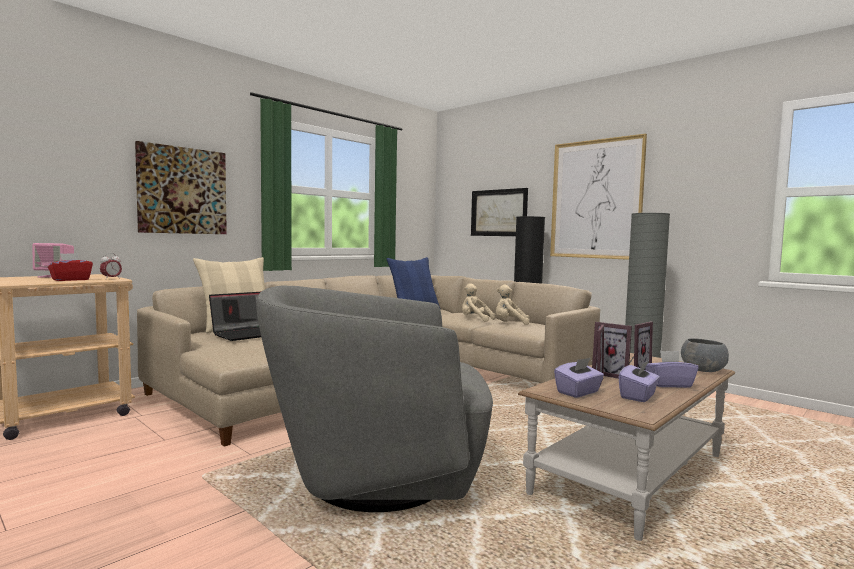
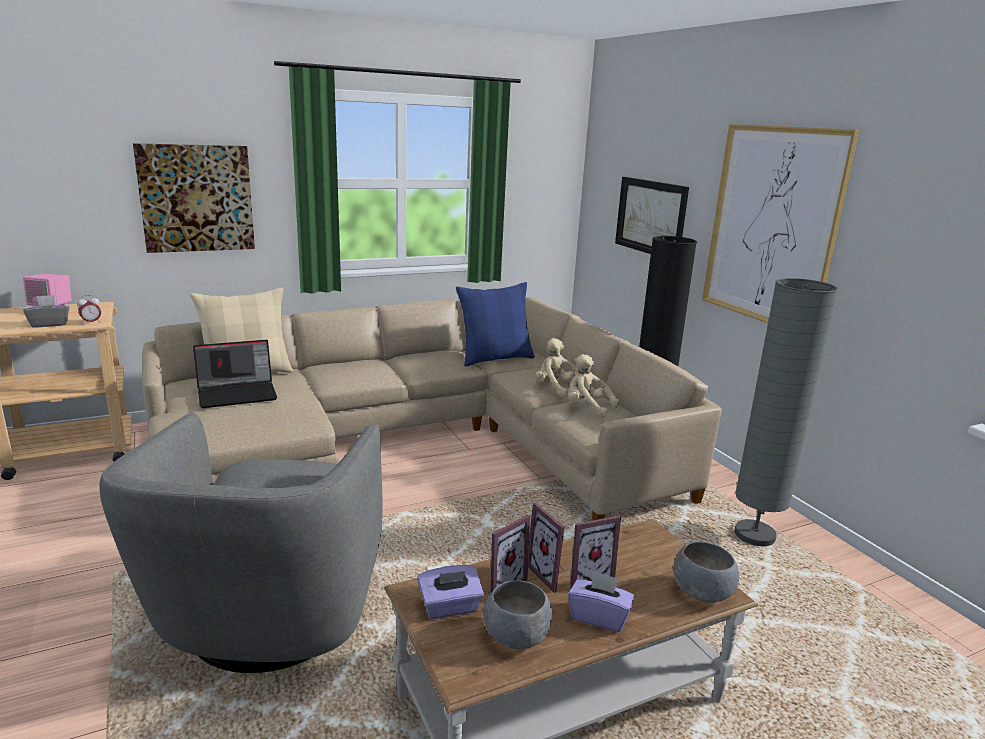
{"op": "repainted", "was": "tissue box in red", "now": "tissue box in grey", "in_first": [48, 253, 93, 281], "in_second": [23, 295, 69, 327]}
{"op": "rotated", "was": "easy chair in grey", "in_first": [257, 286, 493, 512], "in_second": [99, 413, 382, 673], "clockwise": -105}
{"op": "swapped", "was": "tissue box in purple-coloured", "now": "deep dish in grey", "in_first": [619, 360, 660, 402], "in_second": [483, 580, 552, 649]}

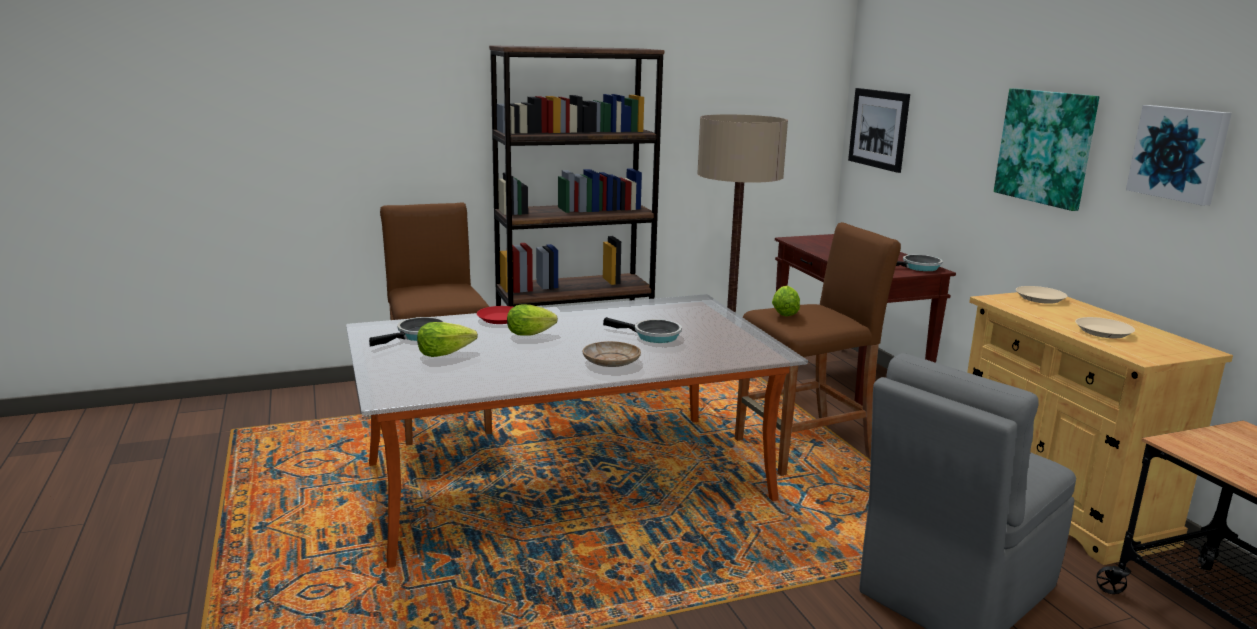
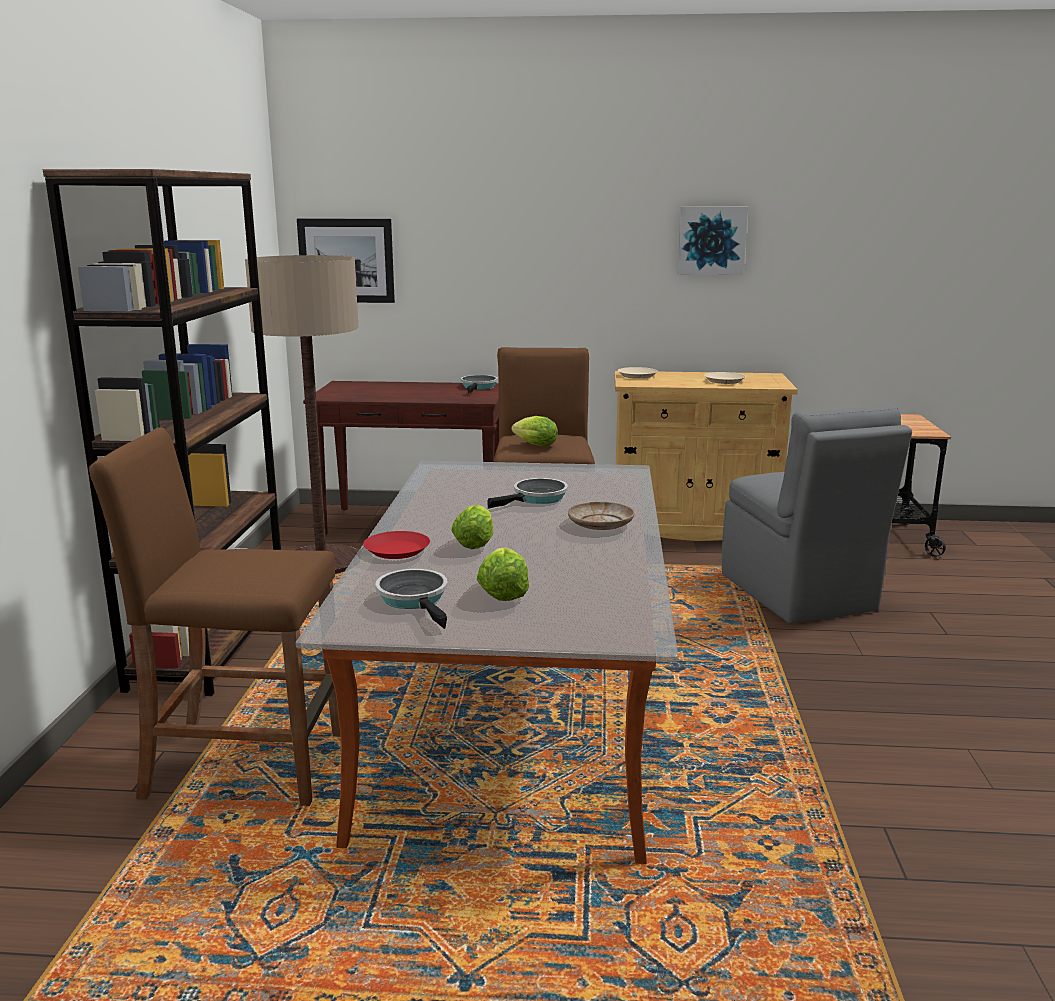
{"op": "gone", "was": "wall art", "in_first": [994, 88, 1100, 211]}

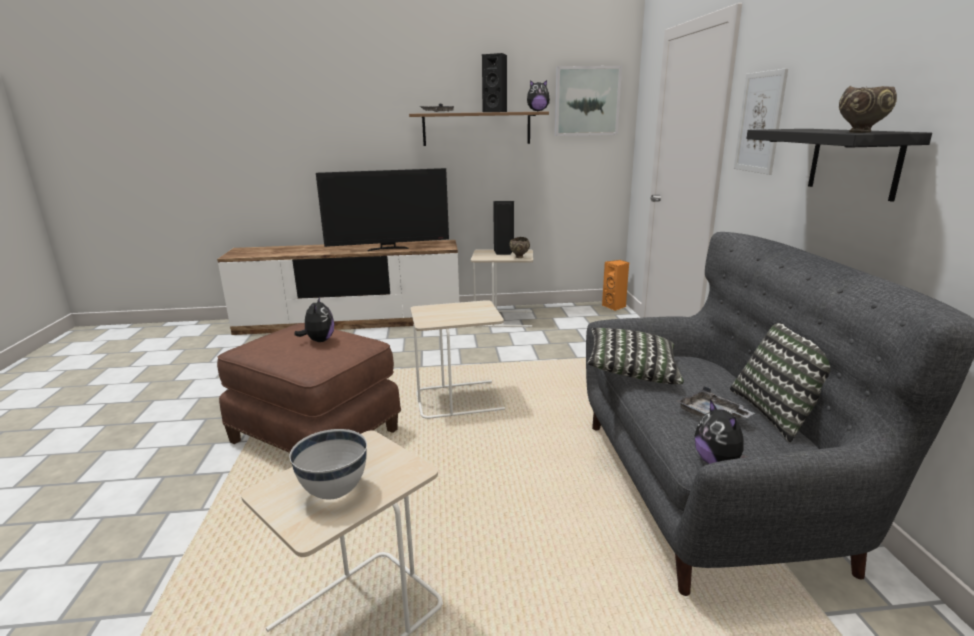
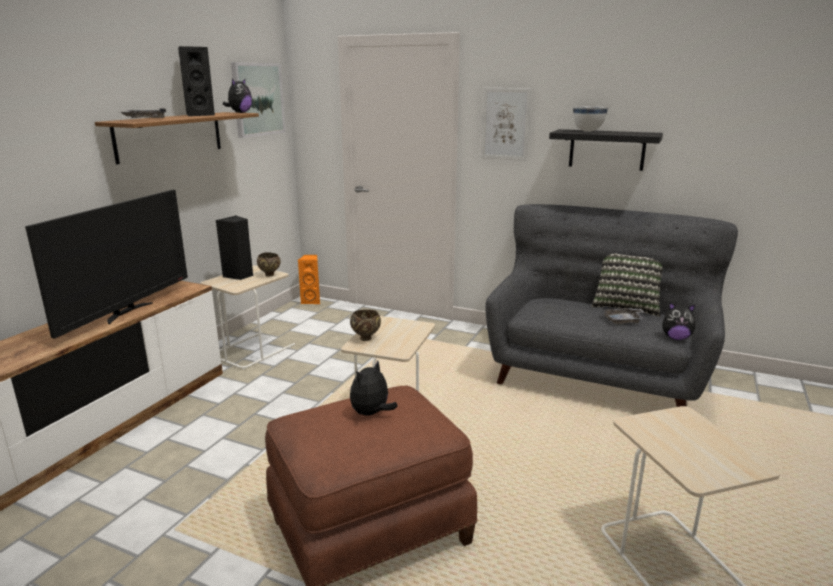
{"op": "shifted", "was": "deep dish in brown", "in_first": [839, 86, 897, 133], "in_second": [350, 310, 381, 341]}
{"op": "rotated", "was": "soft toy", "in_first": [294, 296, 334, 342], "in_second": [350, 361, 398, 416], "clockwise": -75}
{"op": "shifted", "was": "deep dish in white", "in_first": [289, 429, 367, 499], "in_second": [573, 106, 608, 132]}
{"op": "gone", "was": "pillow", "in_first": [588, 328, 684, 384]}

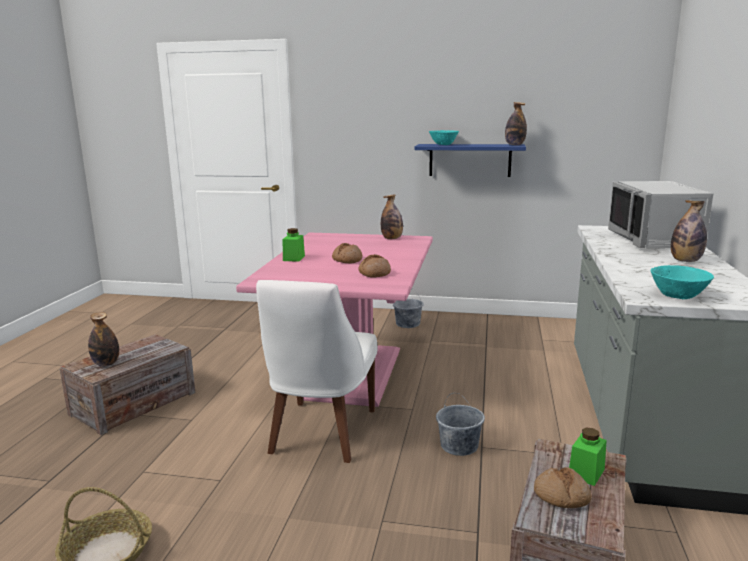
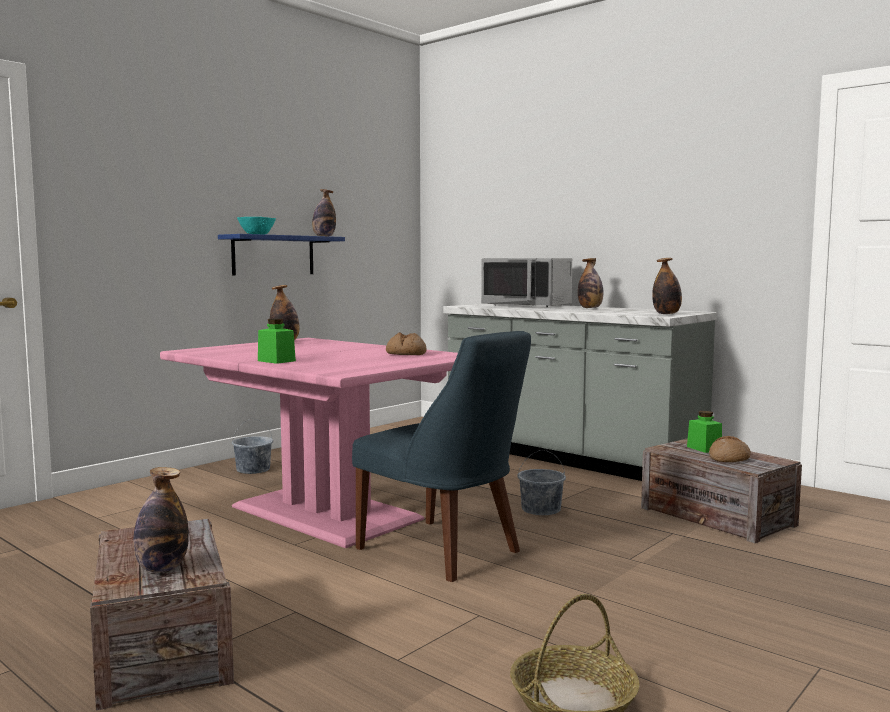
{"op": "repainted", "was": "upright chair in white", "now": "upright chair in bluish", "in_first": [256, 280, 377, 463], "in_second": [352, 331, 531, 582]}
{"op": "swapped", "was": "deep dish in blue-green", "now": "bottle", "in_first": [651, 265, 714, 299], "in_second": [652, 258, 682, 314]}
{"op": "gone", "was": "baked bread", "in_first": [332, 243, 362, 263]}

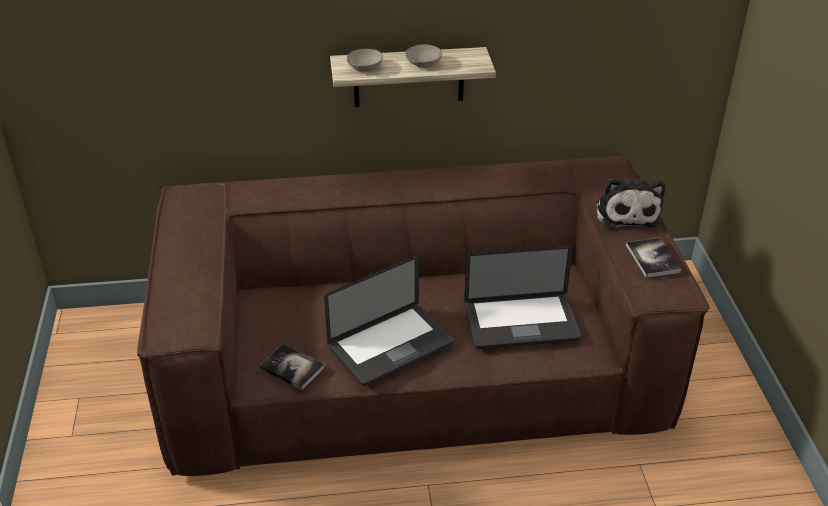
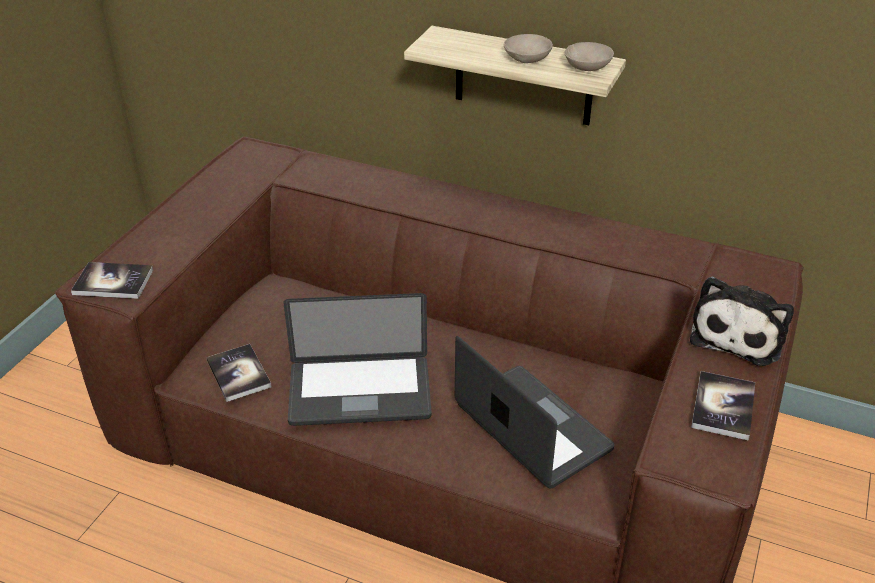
{"op": "new", "now": "book", "in_second": [71, 262, 153, 299]}
{"op": "rotated", "was": "notebook computer", "in_first": [464, 246, 581, 349], "in_second": [455, 336, 615, 489], "clockwise": -150}
{"op": "shifted", "was": "deep dish in sand-coloured", "in_first": [347, 49, 383, 72], "in_second": [564, 42, 614, 71]}

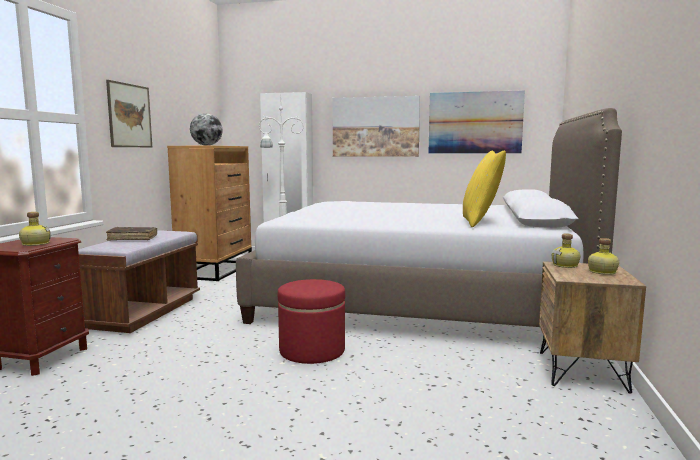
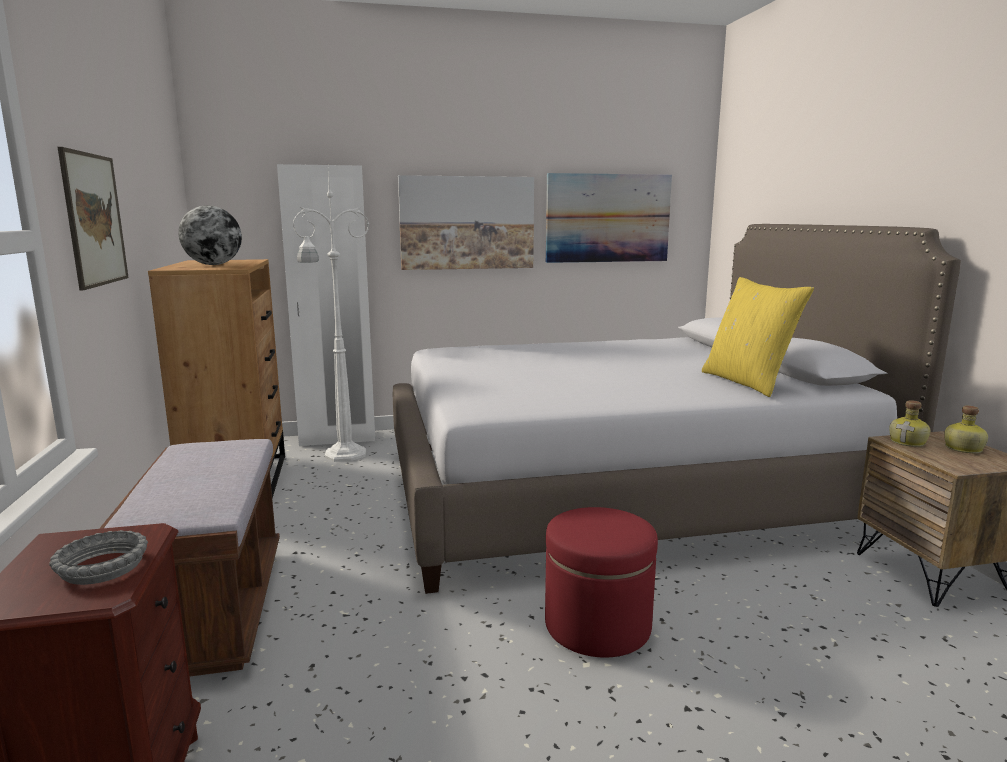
{"op": "swapped", "was": "bottle", "now": "deep dish in grey", "in_first": [19, 212, 51, 246], "in_second": [49, 530, 148, 585]}
{"op": "gone", "was": "book in brown", "in_first": [106, 227, 157, 241]}

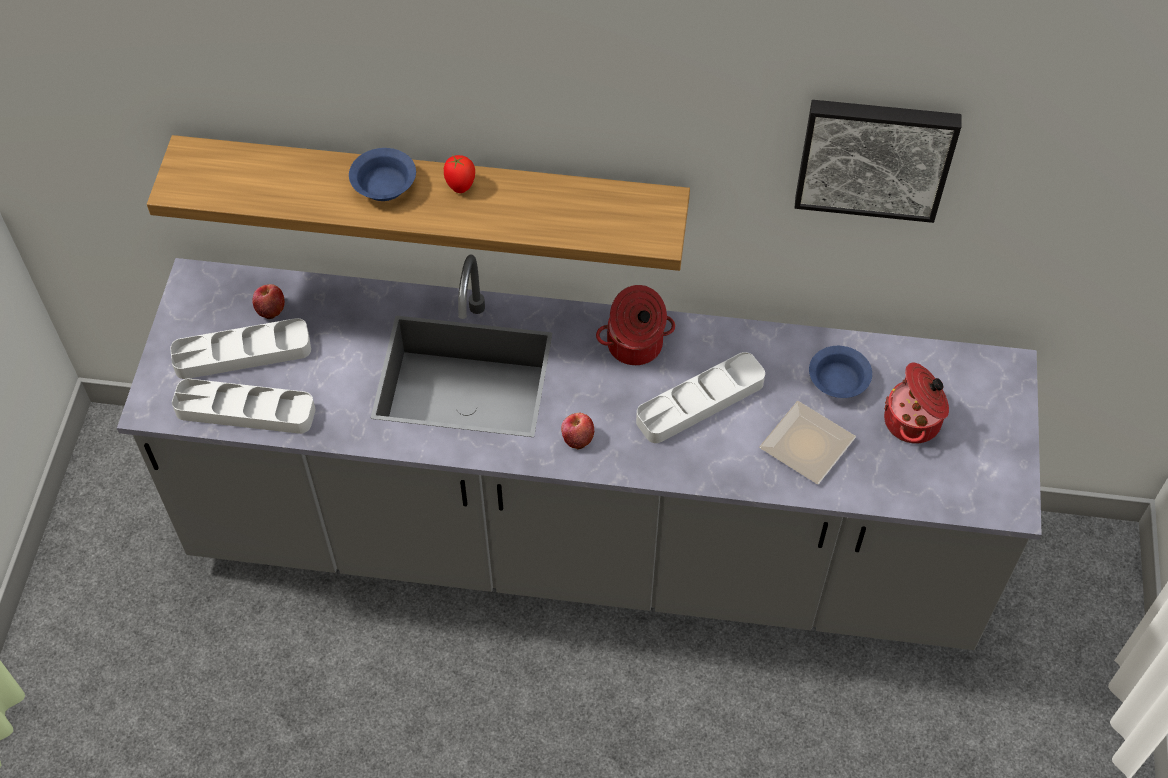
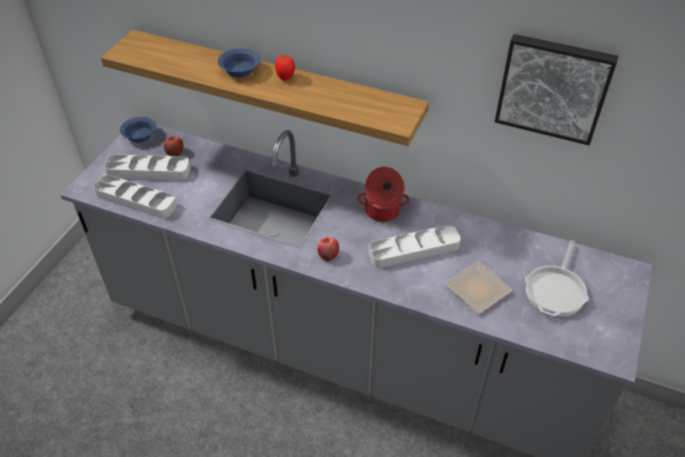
{"op": "shifted", "was": "deep dish in bluish", "in_first": [809, 346, 872, 398], "in_second": [120, 117, 156, 143]}
{"op": "swapped", "was": "cooking pot", "now": "pan", "in_first": [884, 362, 949, 444], "in_second": [525, 240, 589, 316]}

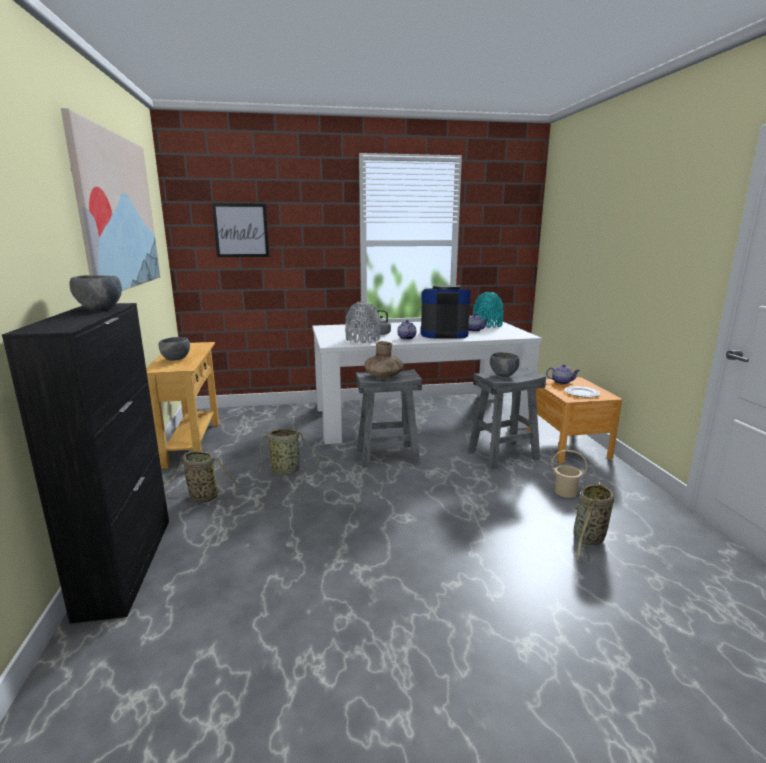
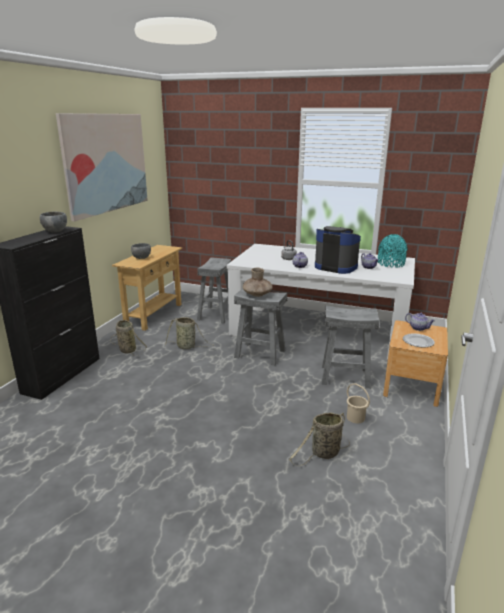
{"op": "new", "now": "stool in grey", "in_second": [197, 257, 231, 324]}
{"op": "gone", "was": "wall art", "in_first": [212, 203, 269, 257]}
{"op": "gone", "was": "vase in grey", "in_first": [345, 301, 380, 343]}
{"op": "gone", "was": "deep dish in grey", "in_first": [490, 352, 519, 377]}

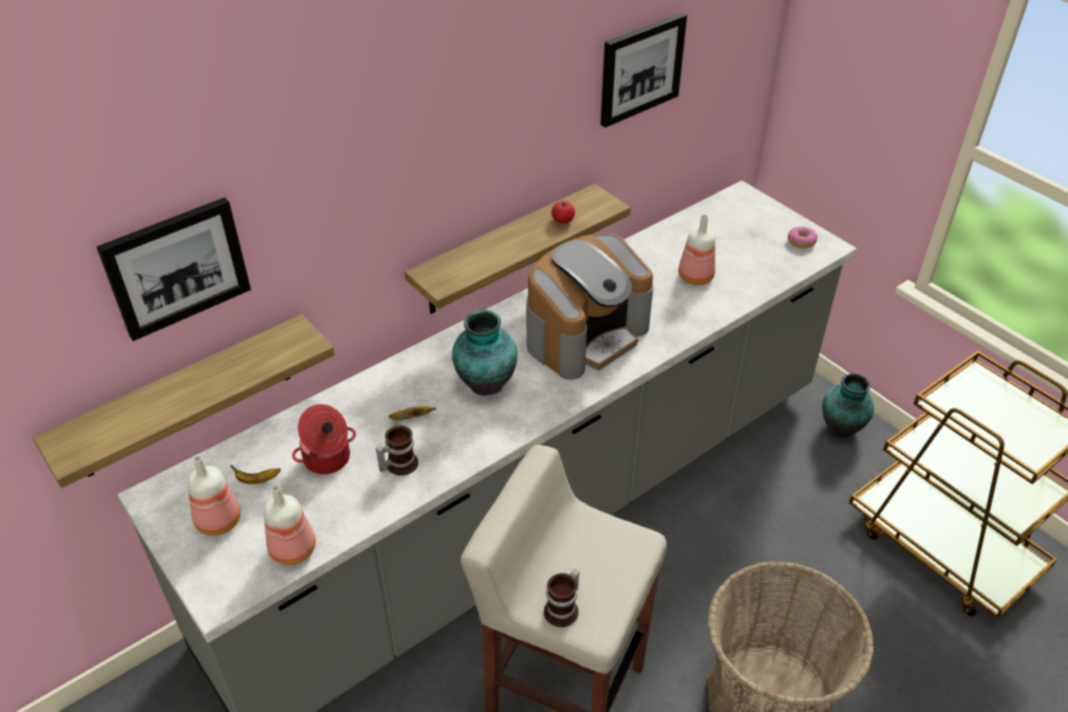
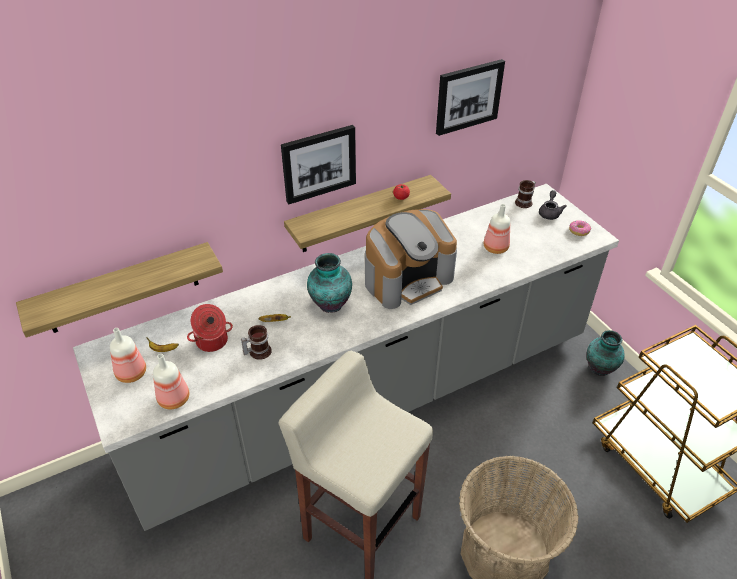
{"op": "shifted", "was": "wall art", "in_first": [97, 197, 251, 341], "in_second": [281, 125, 356, 204]}
{"op": "shifted", "was": "mug", "in_first": [544, 569, 580, 627], "in_second": [515, 180, 536, 208]}
{"op": "new", "now": "pot for tea in grey", "in_second": [539, 190, 567, 220]}

